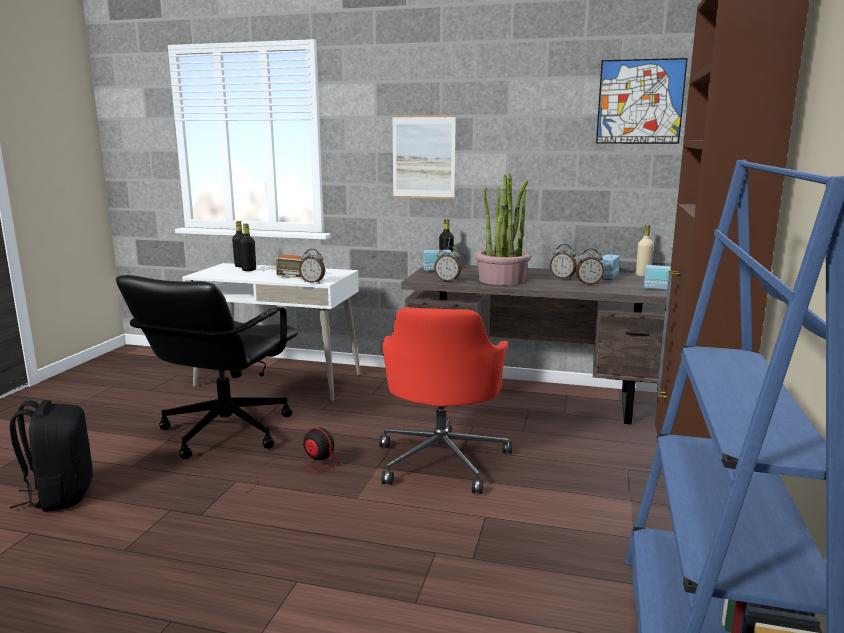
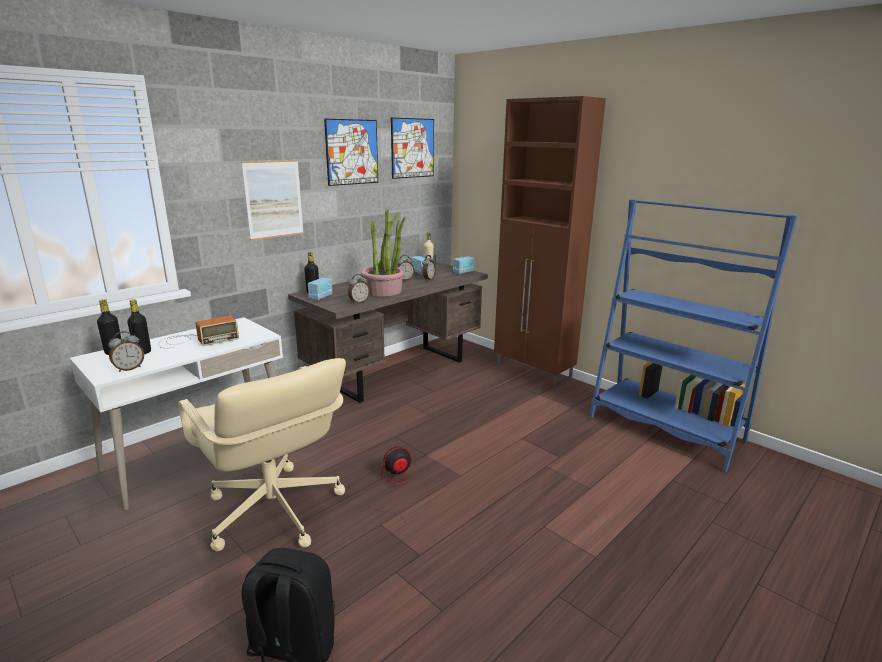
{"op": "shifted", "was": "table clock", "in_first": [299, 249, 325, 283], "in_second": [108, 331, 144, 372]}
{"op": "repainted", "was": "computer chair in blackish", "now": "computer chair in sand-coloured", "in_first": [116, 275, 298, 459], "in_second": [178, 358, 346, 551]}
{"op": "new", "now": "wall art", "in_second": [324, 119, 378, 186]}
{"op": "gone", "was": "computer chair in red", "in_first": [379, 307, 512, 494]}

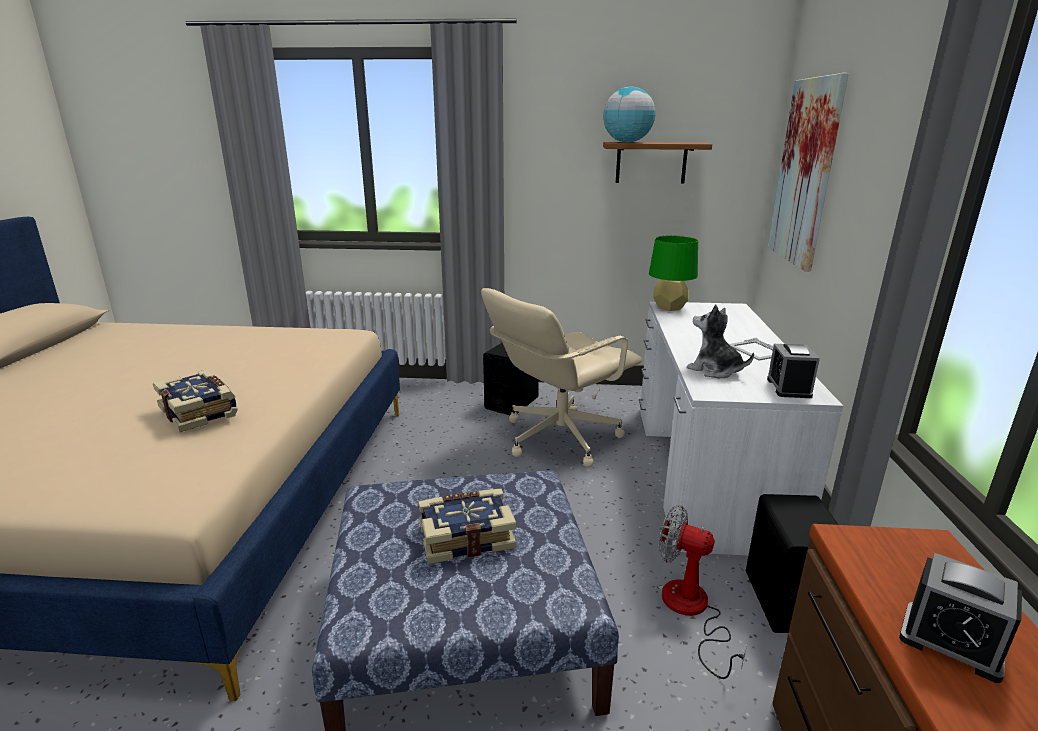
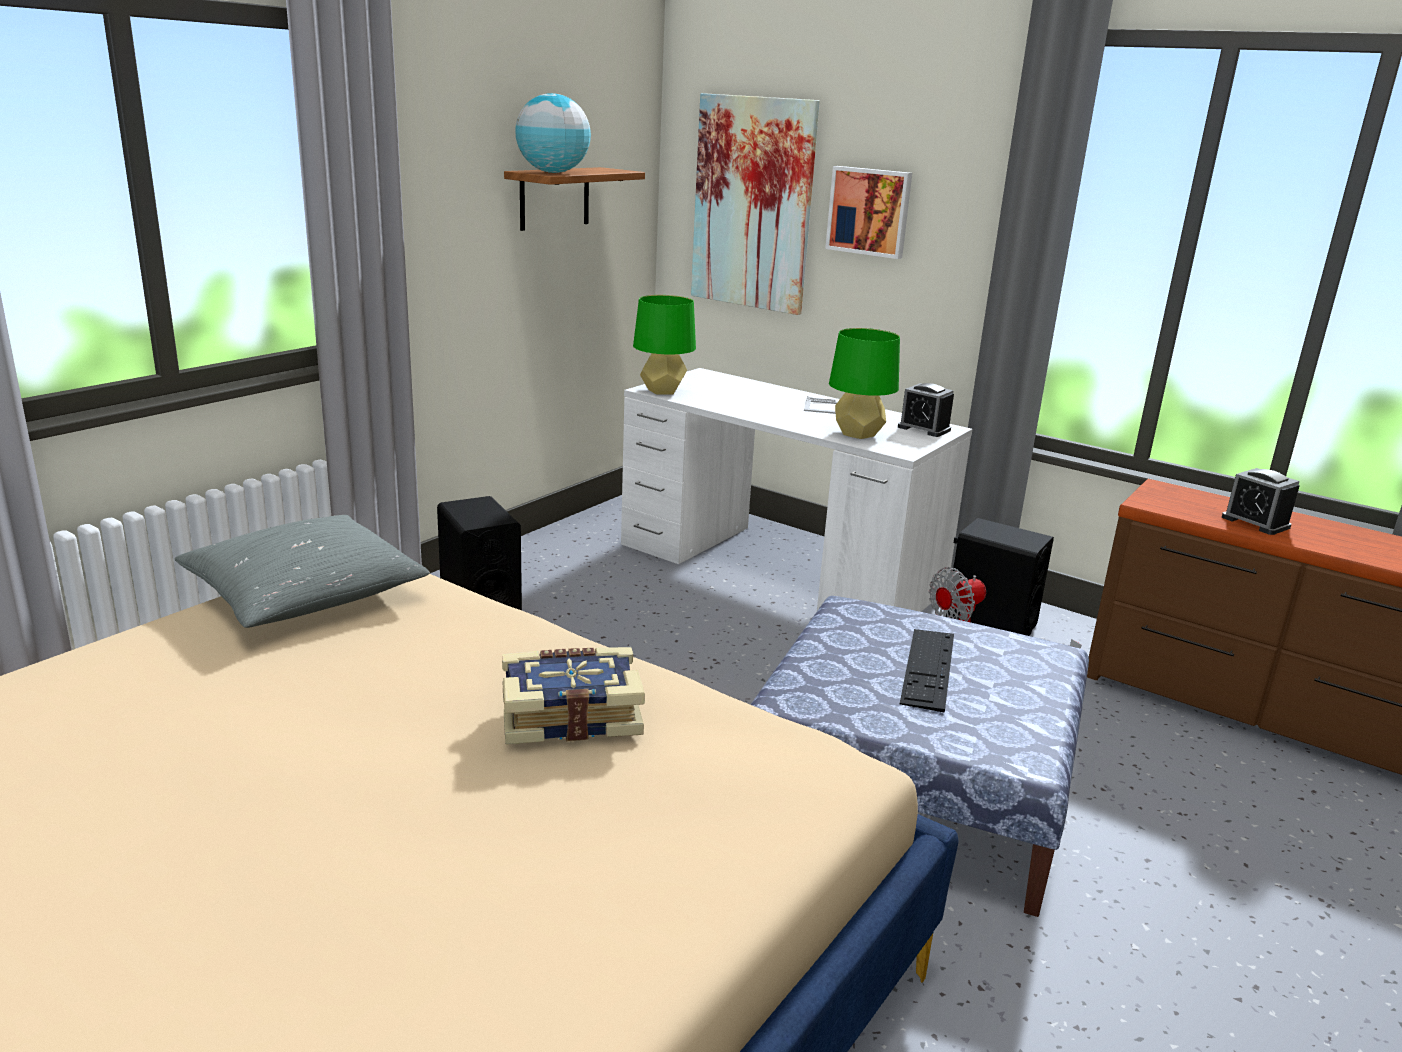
{"op": "new", "now": "pillow in grey", "in_second": [175, 515, 430, 628]}
{"op": "new", "now": "wall art", "in_second": [825, 166, 912, 259]}
{"op": "swapped", "was": "soft toy", "now": "lamp for a table in green", "in_first": [686, 304, 754, 378], "in_second": [829, 328, 900, 439]}
{"op": "swapped", "was": "book", "now": "PC keyboard", "in_first": [419, 489, 517, 564], "in_second": [900, 629, 954, 713]}
{"op": "rotated", "was": "table clock", "in_first": [899, 553, 1022, 683], "in_second": [1222, 468, 1300, 535], "clockwise": 75}
{"op": "gone", "was": "computer chair in sand-coloured", "in_first": [481, 288, 642, 468]}

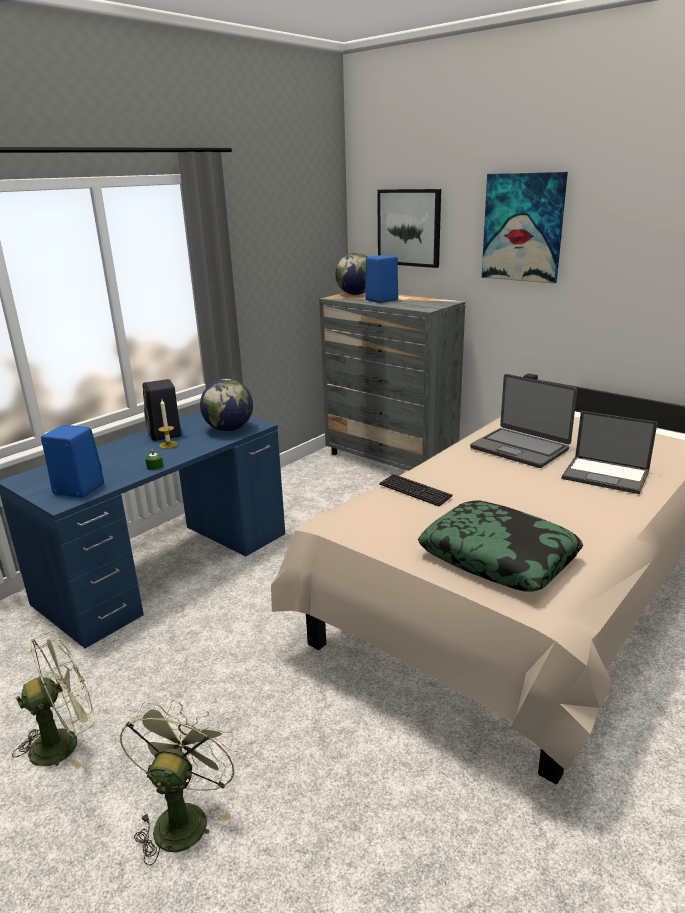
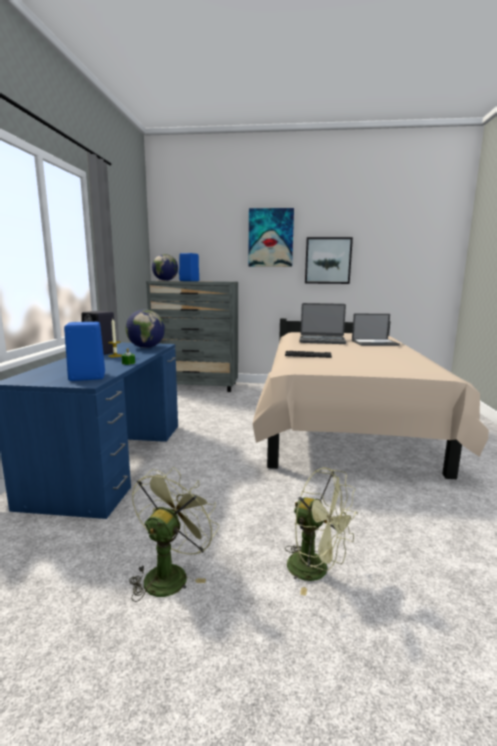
{"op": "rotated", "was": "cooling fan in green", "in_first": [119, 700, 240, 866], "in_second": [285, 467, 358, 596], "clockwise": 150}
{"op": "shifted", "was": "wall art", "in_first": [377, 189, 441, 268], "in_second": [305, 237, 353, 284]}
{"op": "gone", "was": "pillow", "in_first": [418, 500, 583, 592]}

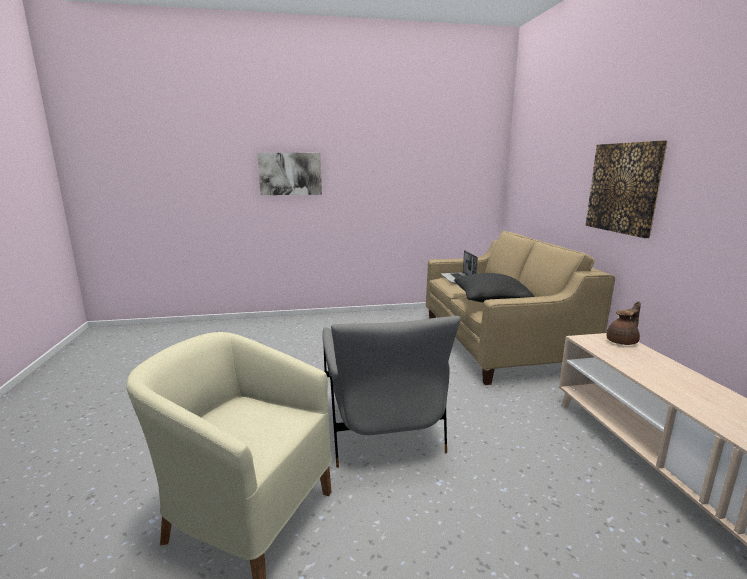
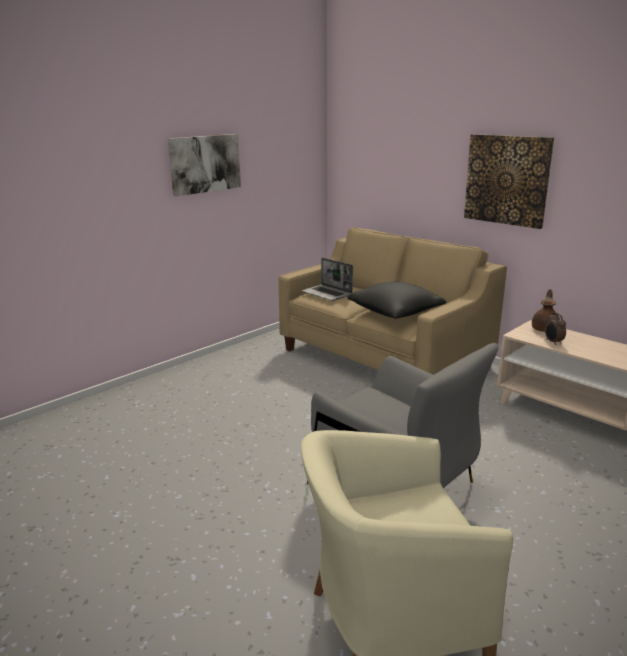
{"op": "shifted", "was": "wall art", "in_first": [257, 153, 322, 195], "in_second": [168, 134, 241, 196]}
{"op": "new", "now": "table clock", "in_second": [545, 313, 566, 345]}

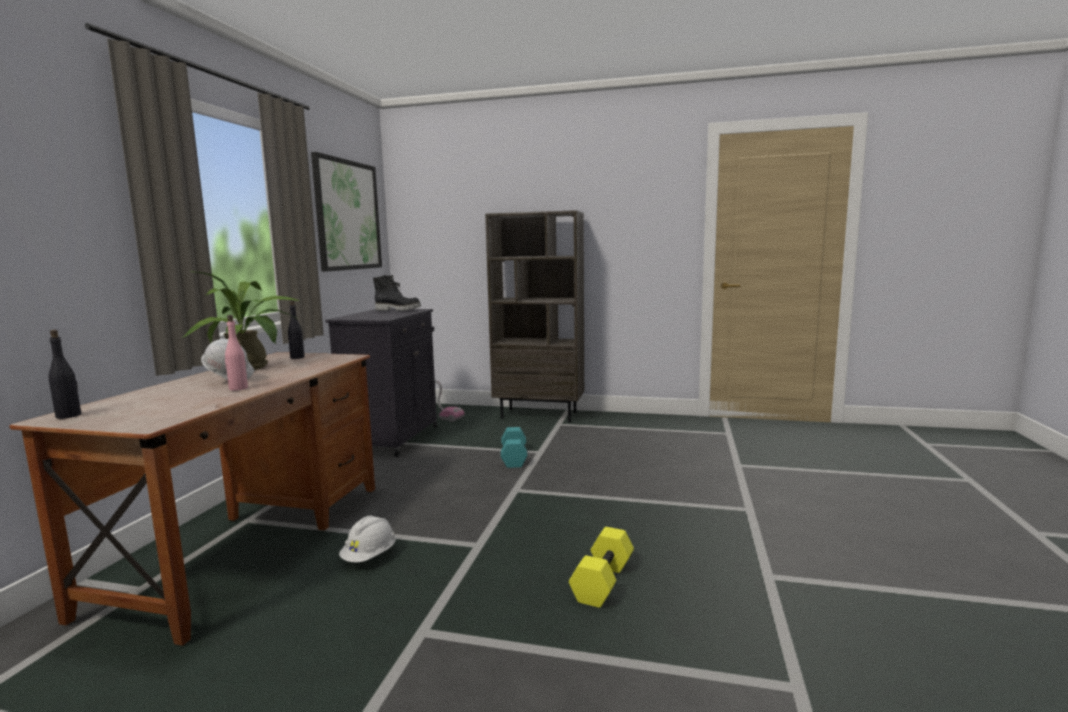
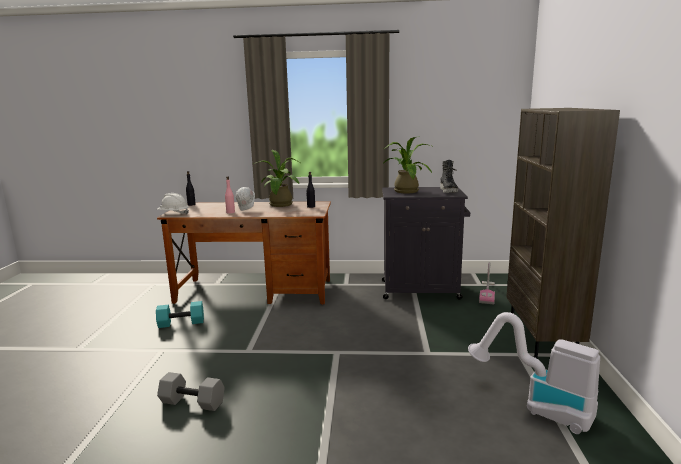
{"op": "shifted", "was": "dumbbell in blue-green", "in_first": [501, 427, 527, 468], "in_second": [156, 301, 204, 328]}
{"op": "shifted", "was": "work helmet in white", "in_first": [339, 515, 396, 562], "in_second": [157, 193, 189, 215]}
{"op": "repainted", "was": "dumbbell in yellowish", "now": "dumbbell in grey", "in_first": [569, 527, 634, 608], "in_second": [157, 372, 225, 411]}
{"op": "new", "now": "plant in a pot", "in_second": [383, 136, 432, 194]}
{"op": "new", "now": "vacuum cleaner", "in_second": [468, 312, 600, 434]}
{"op": "gone", "was": "wall art", "in_first": [311, 152, 382, 272]}

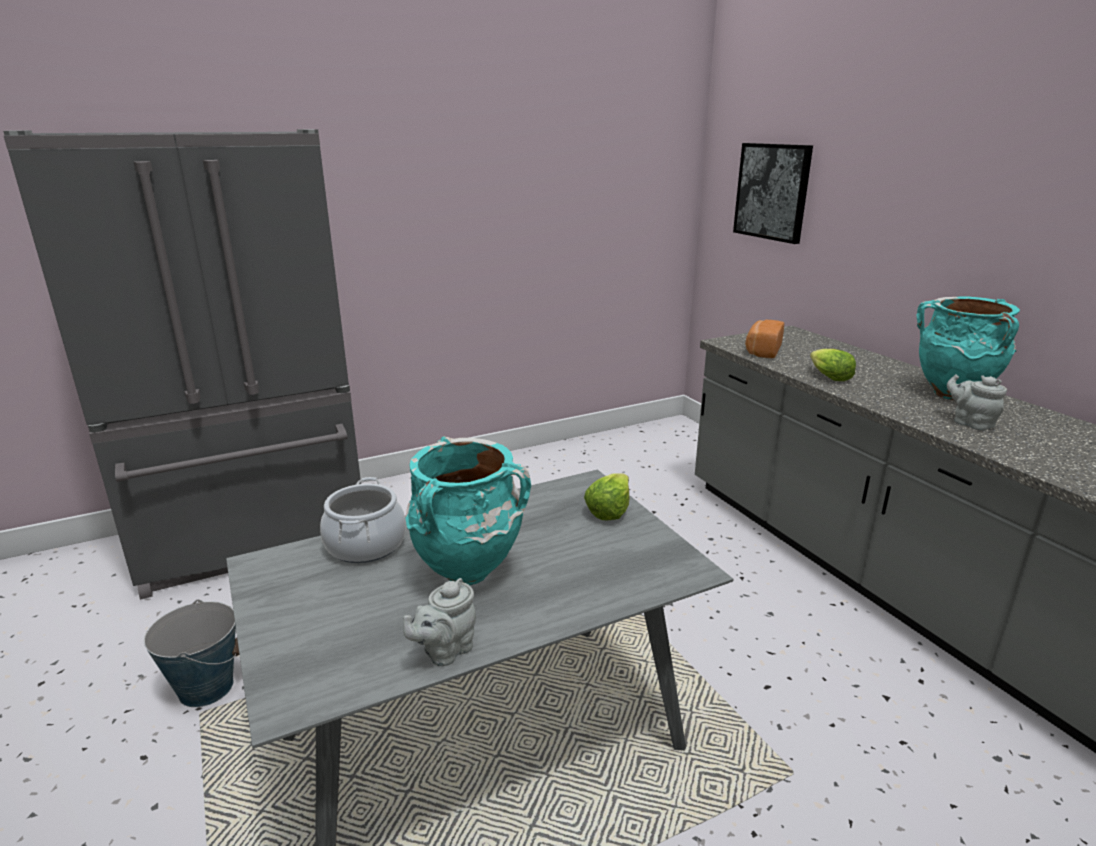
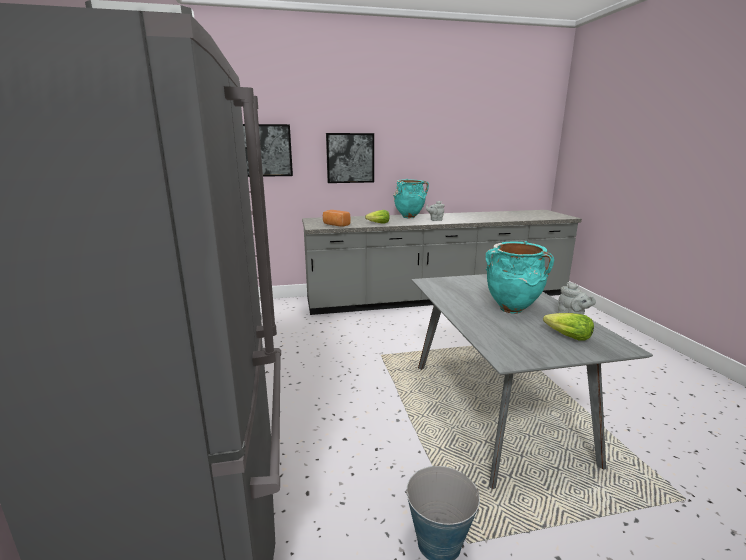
{"op": "new", "now": "wall art", "in_second": [326, 133, 374, 183]}
{"op": "shifted", "was": "lettuce", "in_first": [584, 473, 629, 521], "in_second": [543, 313, 594, 340]}
{"op": "gone", "was": "cooking pot", "in_first": [320, 477, 406, 563]}

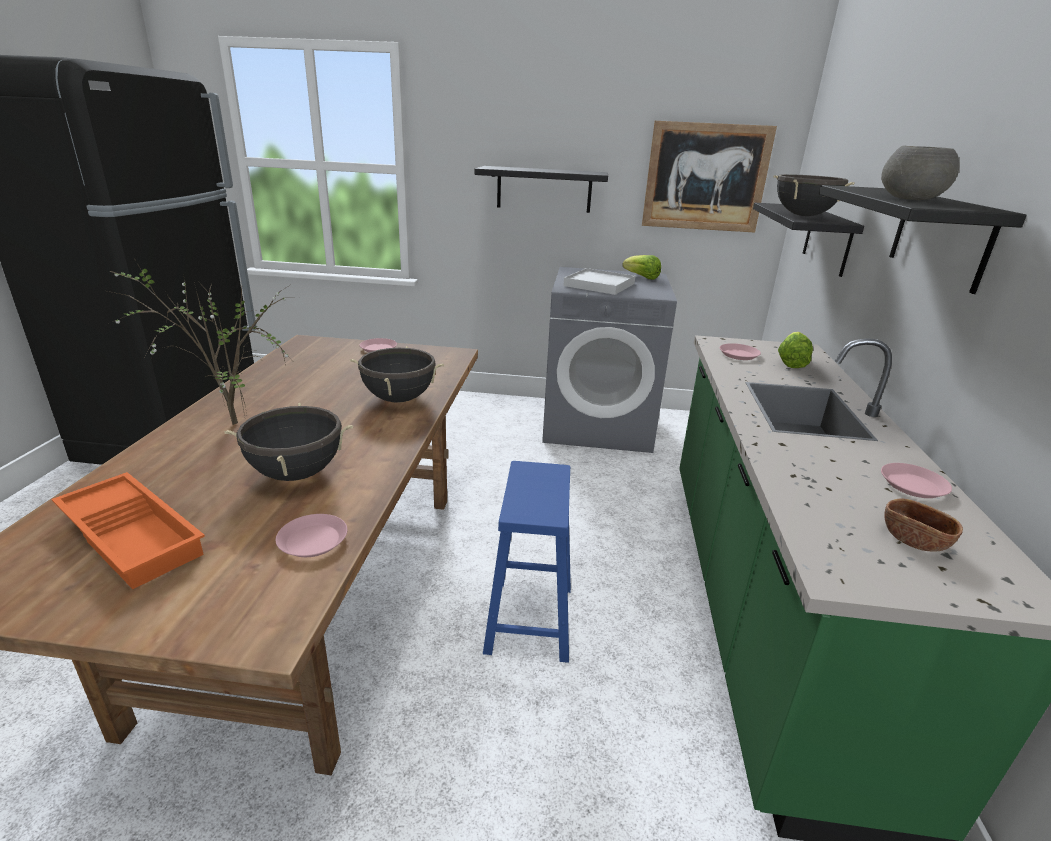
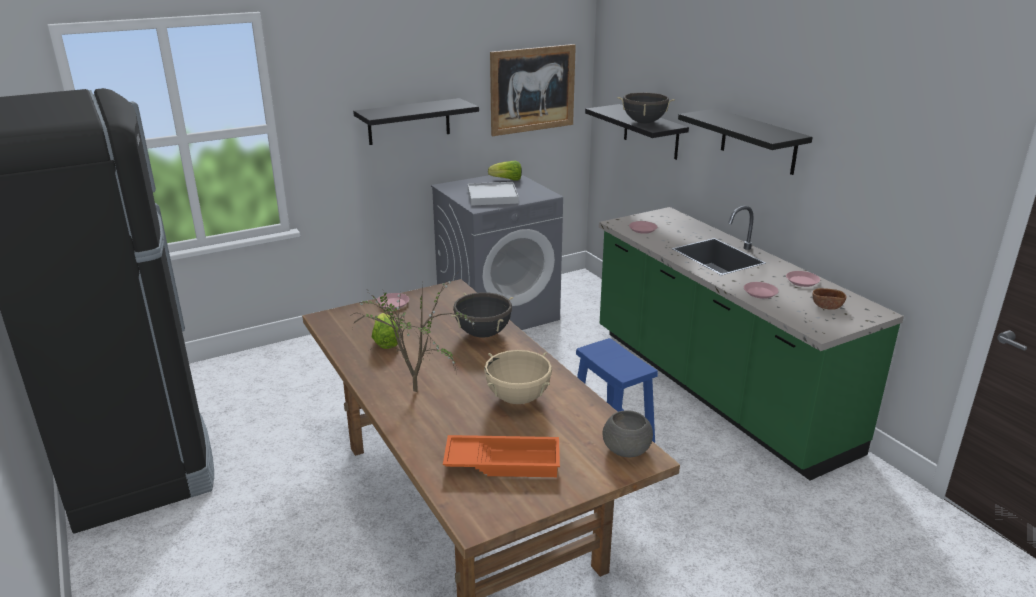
{"op": "shifted", "was": "lettuce", "in_first": [778, 332, 813, 368], "in_second": [372, 313, 399, 349]}
{"op": "repainted", "was": "cooking pot in blackish", "now": "cooking pot in sand-coloured", "in_first": [224, 403, 353, 481], "in_second": [484, 350, 552, 404]}
{"op": "shifted", "was": "deep dish in grey", "in_first": [881, 146, 959, 200], "in_second": [602, 410, 653, 457]}
{"op": "shifted", "was": "plate in pink-coloured", "in_first": [276, 514, 347, 557], "in_second": [744, 282, 778, 299]}

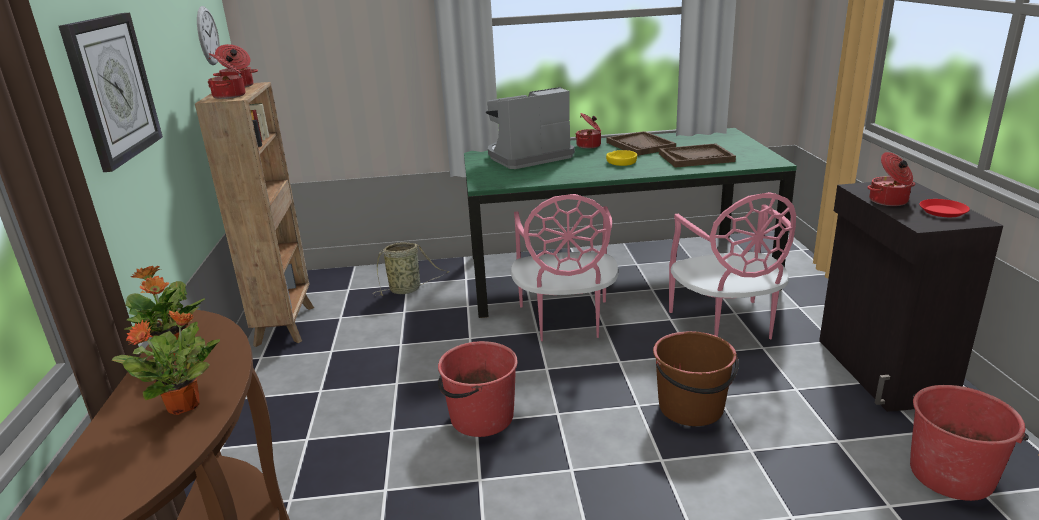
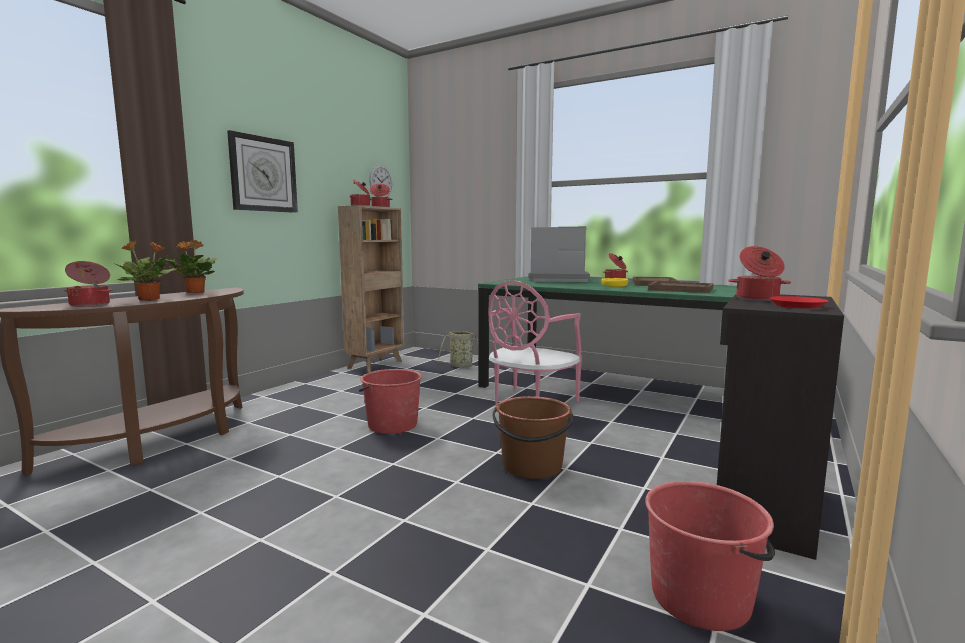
{"op": "new", "now": "cooking pot", "in_second": [64, 261, 112, 307]}
{"op": "gone", "was": "upright chair in pink-coloured", "in_first": [669, 192, 796, 339]}

